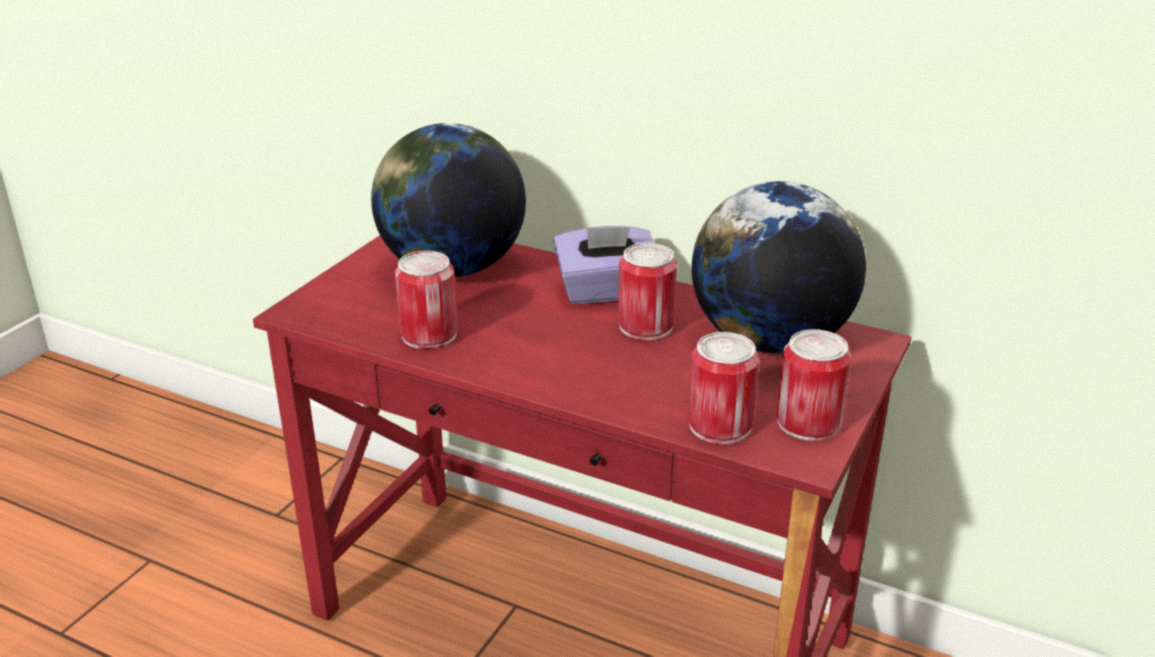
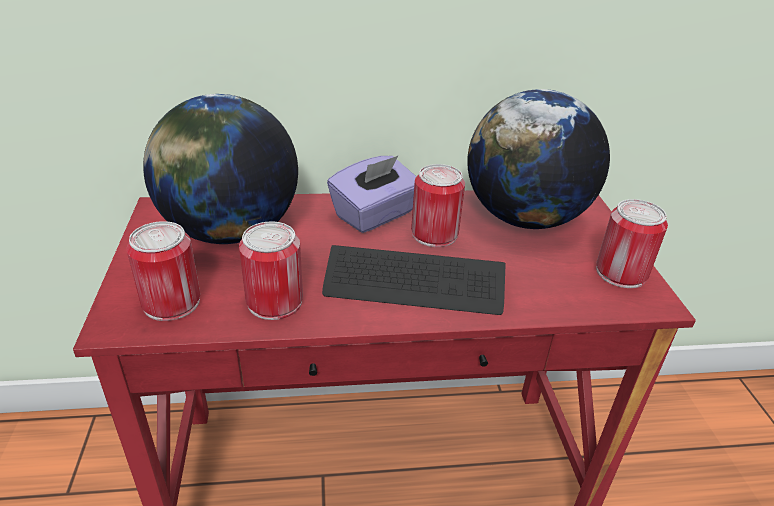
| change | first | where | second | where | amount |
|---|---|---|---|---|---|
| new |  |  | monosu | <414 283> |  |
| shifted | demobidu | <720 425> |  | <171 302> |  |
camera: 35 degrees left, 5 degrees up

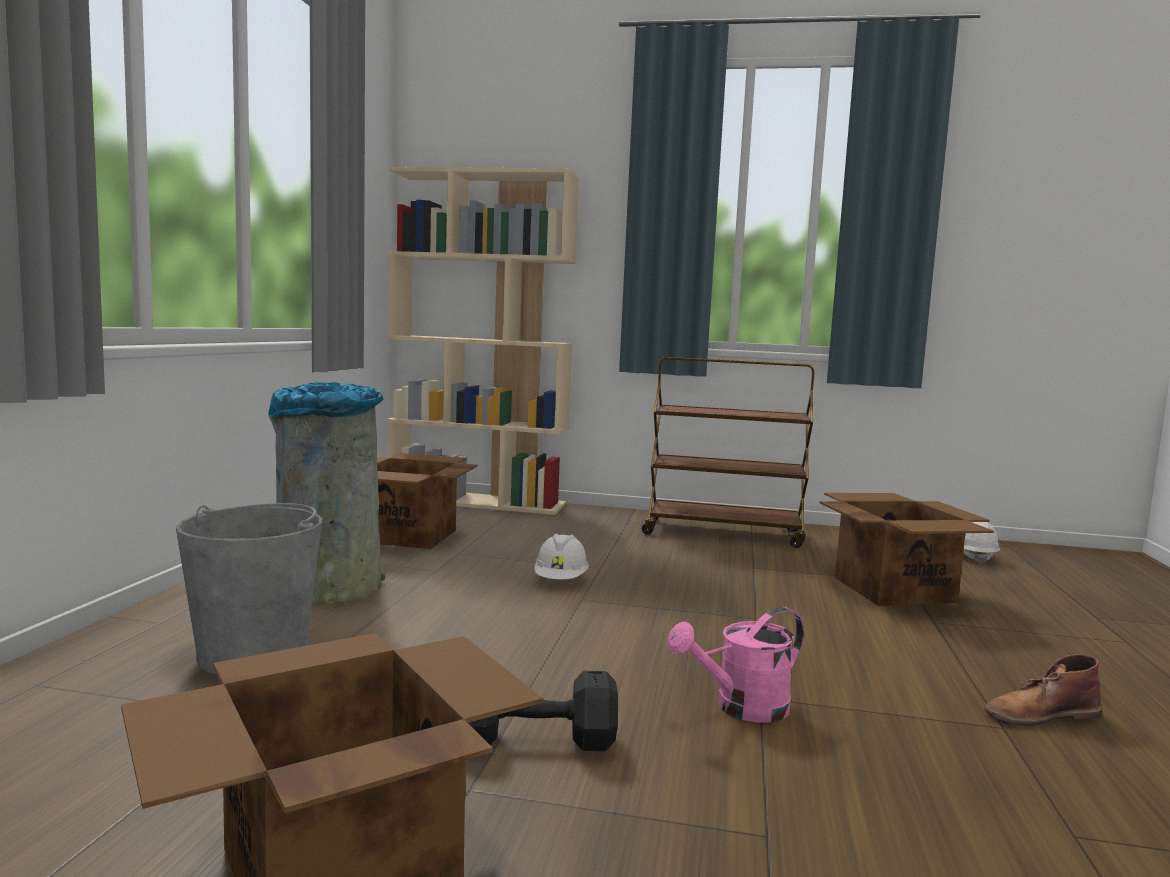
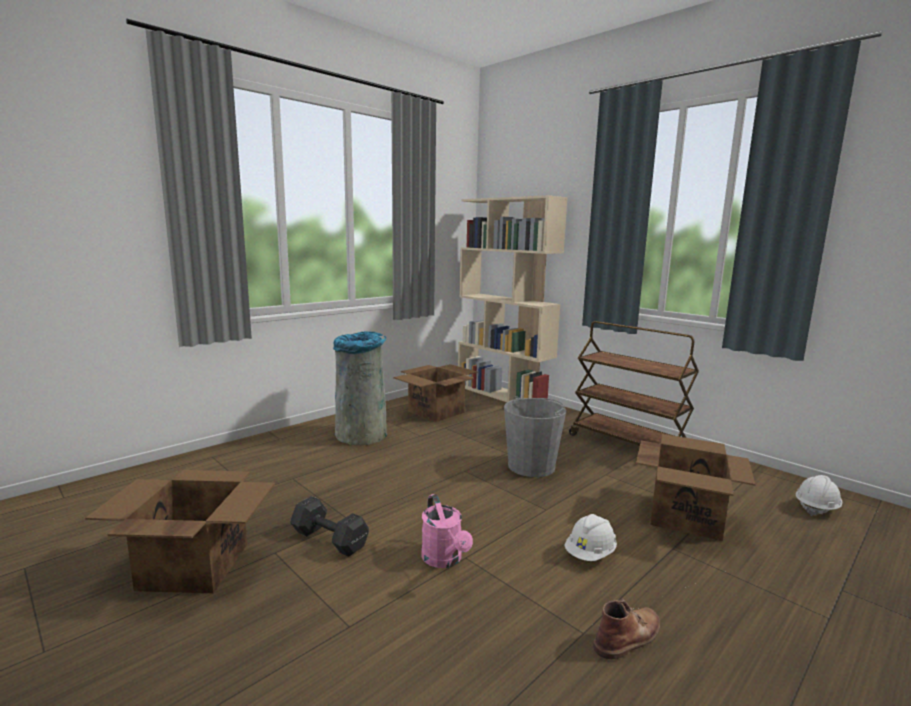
| change | first | where | second | where | amount |
|---|---|---|---|---|---|
| shifted | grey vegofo | <254 653> |  | <531 466> |  |
| shifted | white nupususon | <561 581> |  | <590 554> |  |
| rotated | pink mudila | <741 708> |  | <445 560> | 120 degrees counterclockwise |
| rotated | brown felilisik | <1040 714> |  | <628 636> | 120 degrees clockwise |
camera: 35 degrees right, 5 degrees up

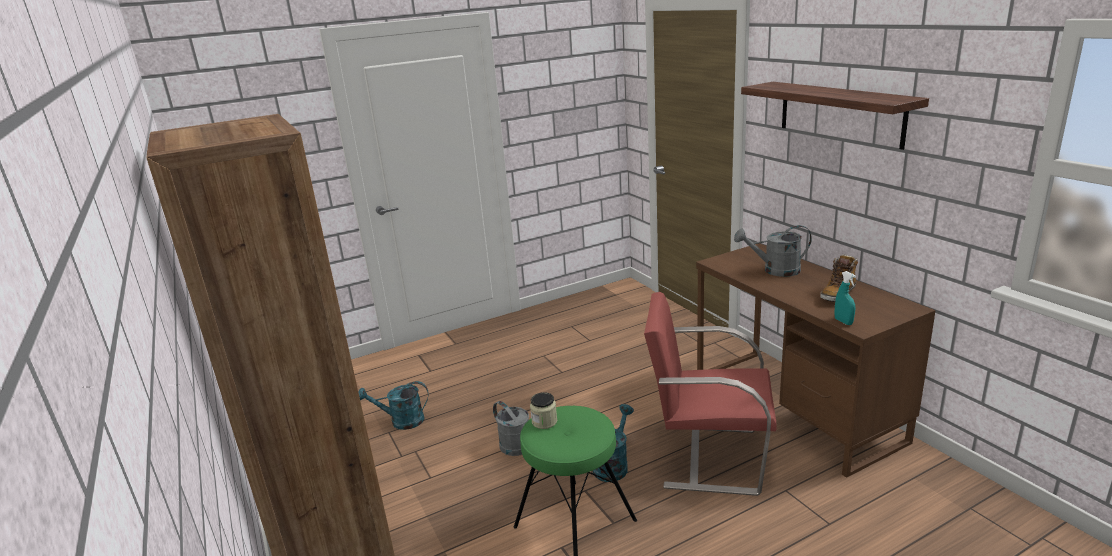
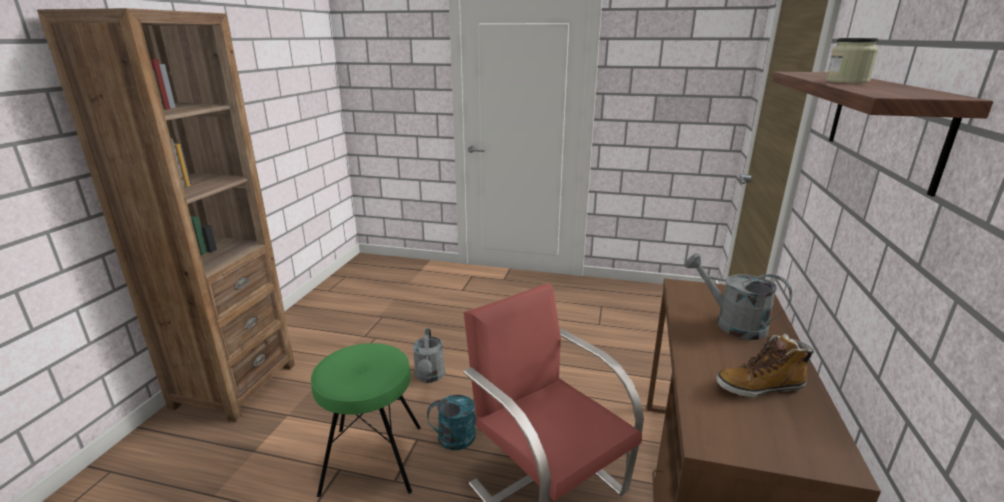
| change | first | where | second | where | amount |
|---|---|---|---|---|---|
| gone | turquoise mudila | <401 421> |  |  |  |
| gone | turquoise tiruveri | <843 322> |  |  |  |
| shifted | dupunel | <544 421> |  | <846 81> |  |
camera: 40 degrees right, 0 degrees up

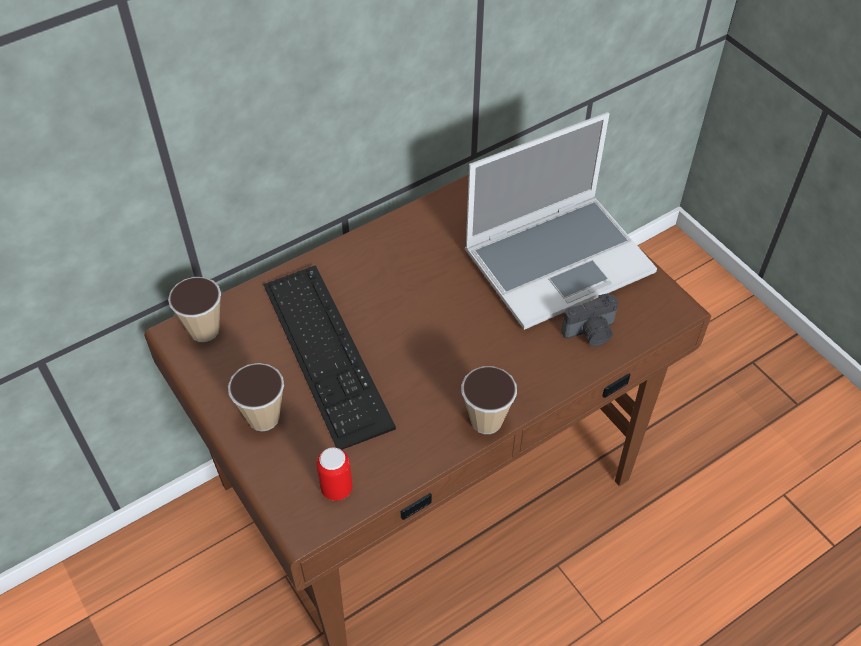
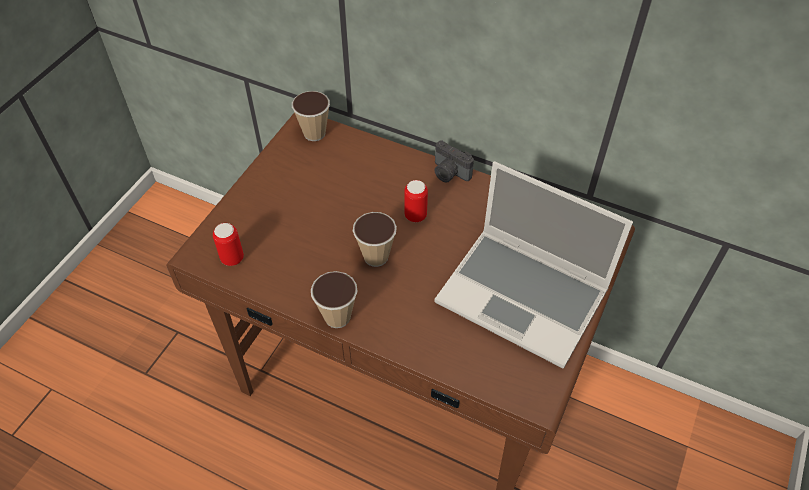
| change | first | where | second | where | amount |
|---|---|---|---|---|---|
| gone | monosu | <326 353> |  |  |  |
| new |  |  | demobidu | <415 215> |  |
| shifted | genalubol | <263 418> |  | <376 256> |  |
| shifted | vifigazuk | <591 333> |  | <449 173> |  |
camera: 60 degrees right, 0 degrees up

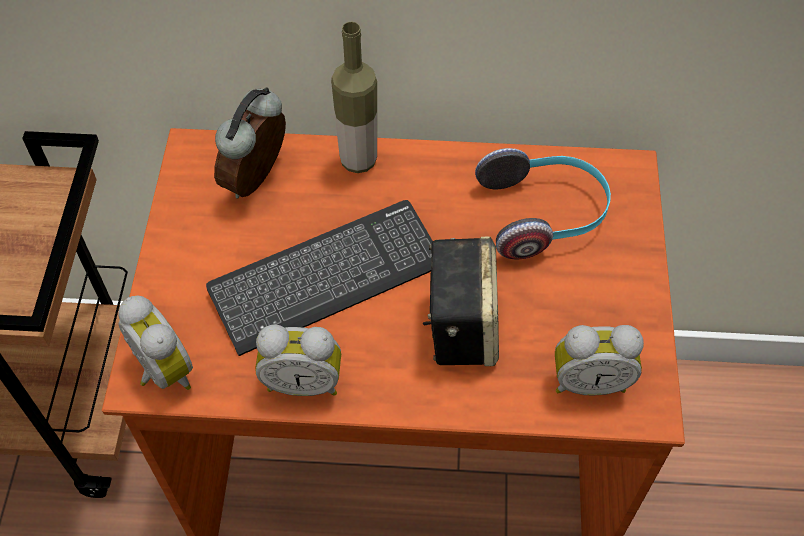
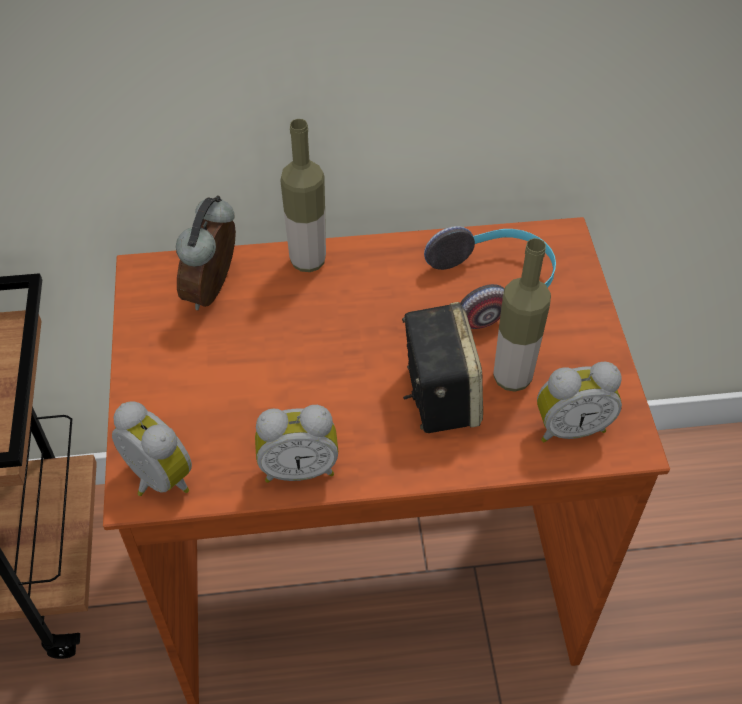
| change | first | where | second | where | amount |
|---|---|---|---|---|---|
| gone | monosu | <327 278> |  |  |  |
| new |  |  | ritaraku | <512 377> |  |
camera: 10 degrees left, 5 degrees down

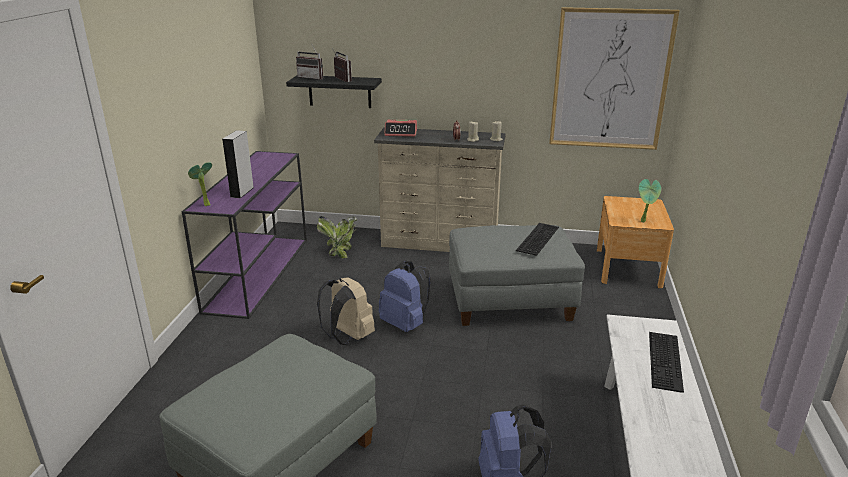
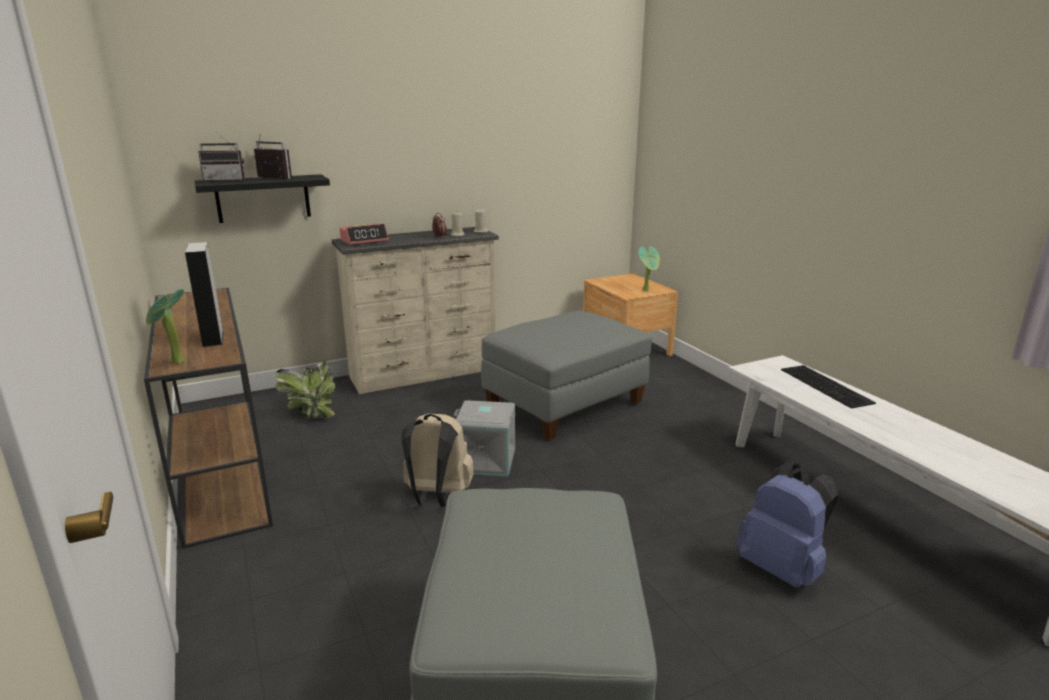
| change | first | where | second | where | amount |
|---|---|---|---|---|---|
| gone | monosu | <537 238> |  |  |  |
| gone | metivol | <610 80> |  |  |  |
| swapped | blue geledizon | <405 324> | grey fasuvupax | <486 460> |  |
| repainted | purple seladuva | <258 272> | brown seladuva | <221 468> |  |
camera: 35 degrees left, 5 degrees down

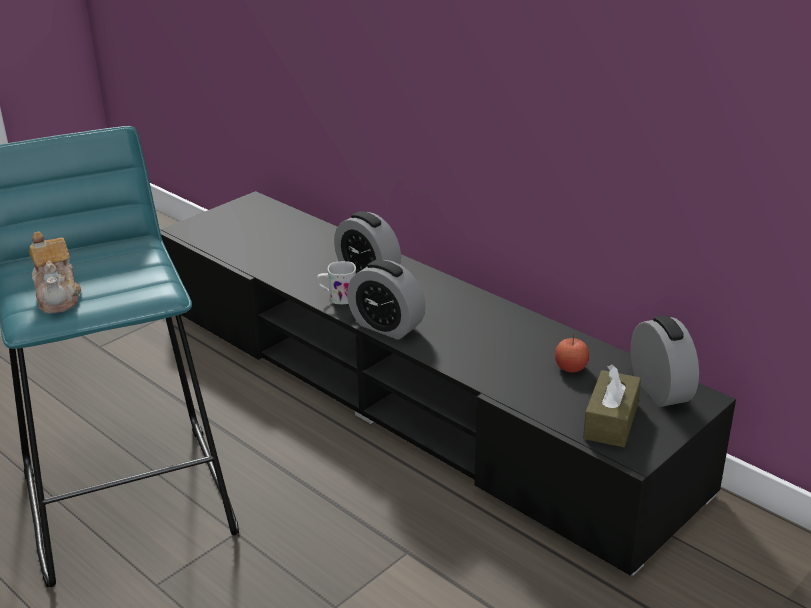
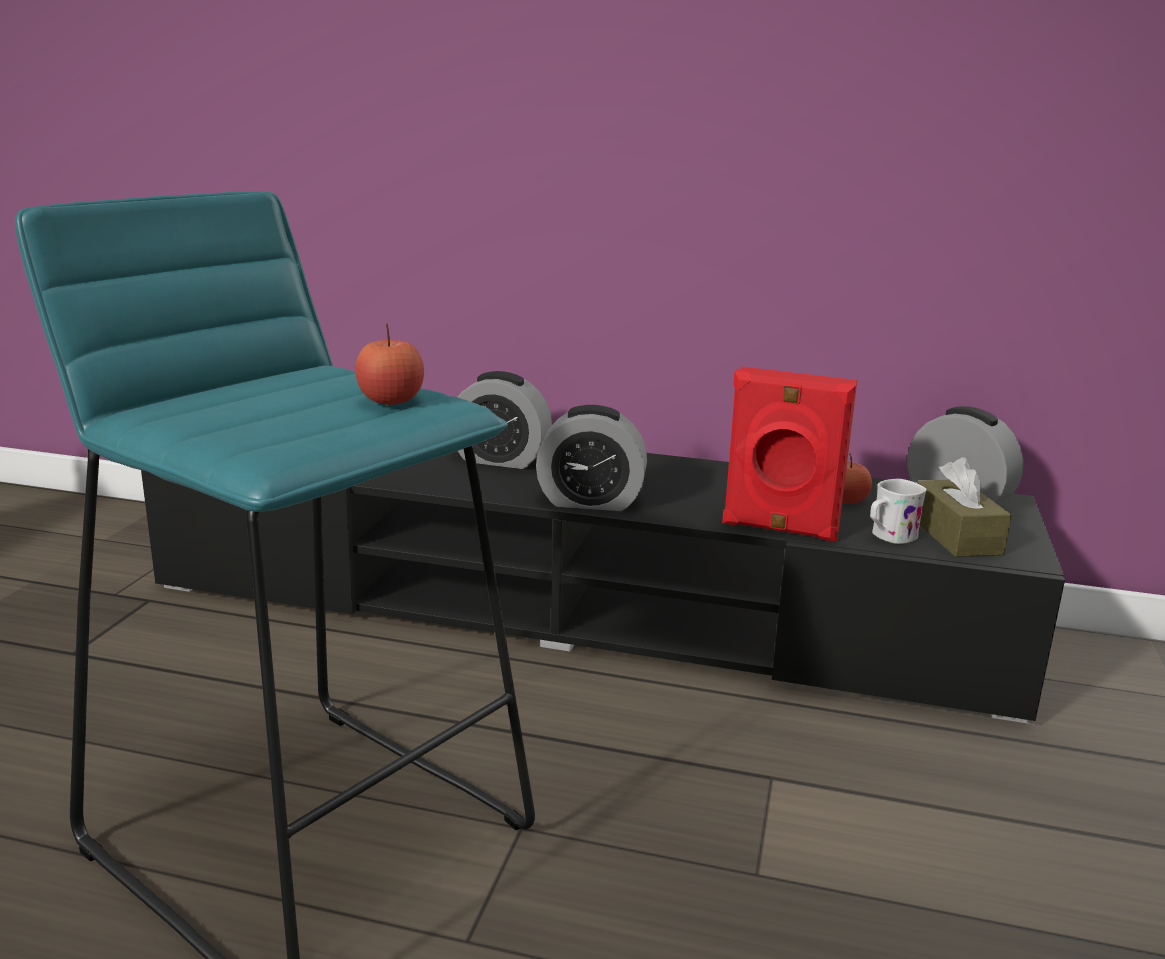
| change | first | where | second | where | amount |
|---|---|---|---|---|---|
| gone | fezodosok | <58 296> |  |  |  |
| new |  |  | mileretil | <391 401> |  |
| new |  |  | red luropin | <779 529> |  |
| shifted | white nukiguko | <337 298> |  | <889 537> |  |
camera: 30 degrees left, 10 degrees down

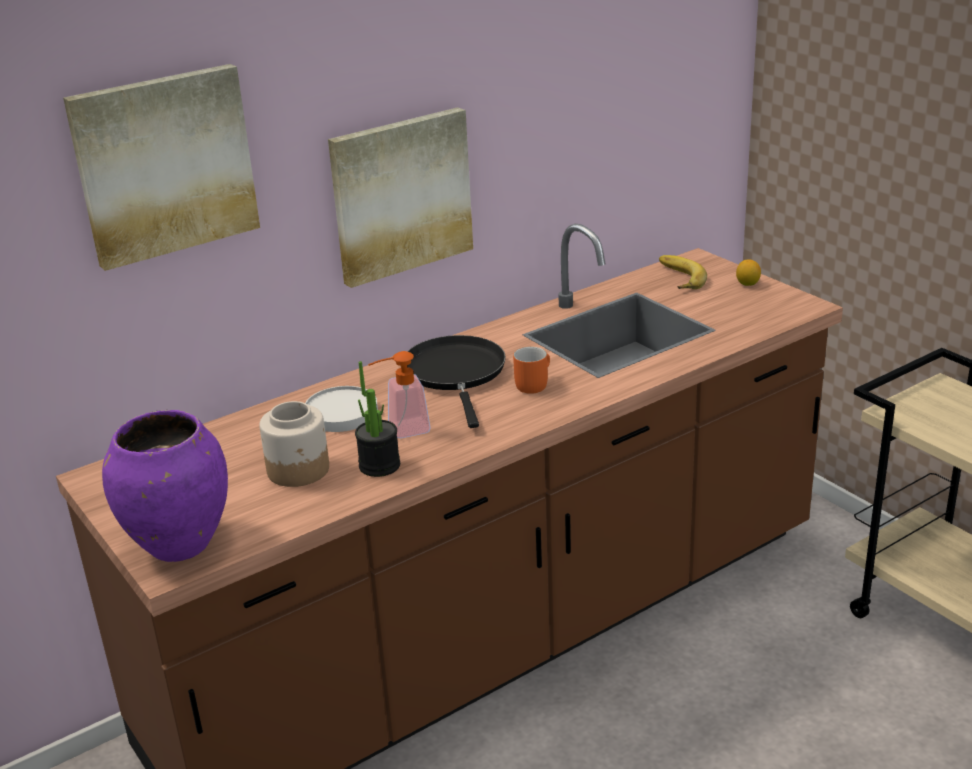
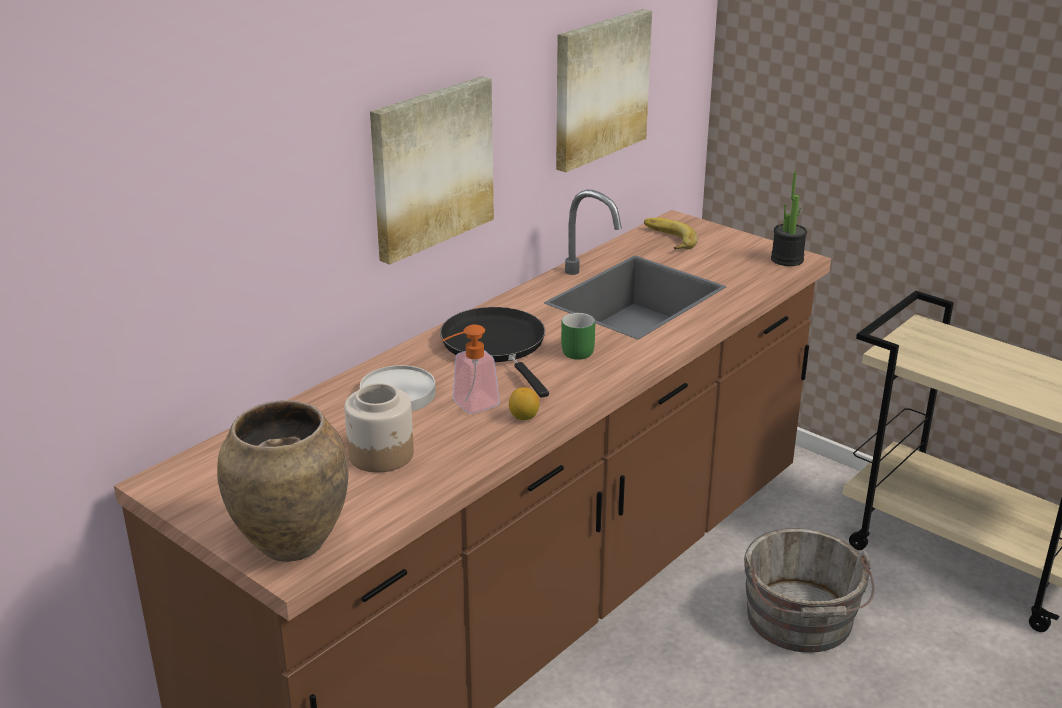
| change | first | where | second | where | amount |
|---|---|---|---|---|---|
| new |  |  | grey vegofo | <801 622> |  |
| shifted | metivol | <164 164> |  | <599 88> |  |
| shifted | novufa | <379 465> |  | <787 259> |  |
| shifted | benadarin | <747 284> |  | <524 417> |  |
| repainted | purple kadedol | <178 546> | brown kadedol | <291 544> |  |
| repainted | orange nukiguko | <532 384> | green nukiguko | <577 350> |  |
camera: 15 degrees left, 0 degrees up

